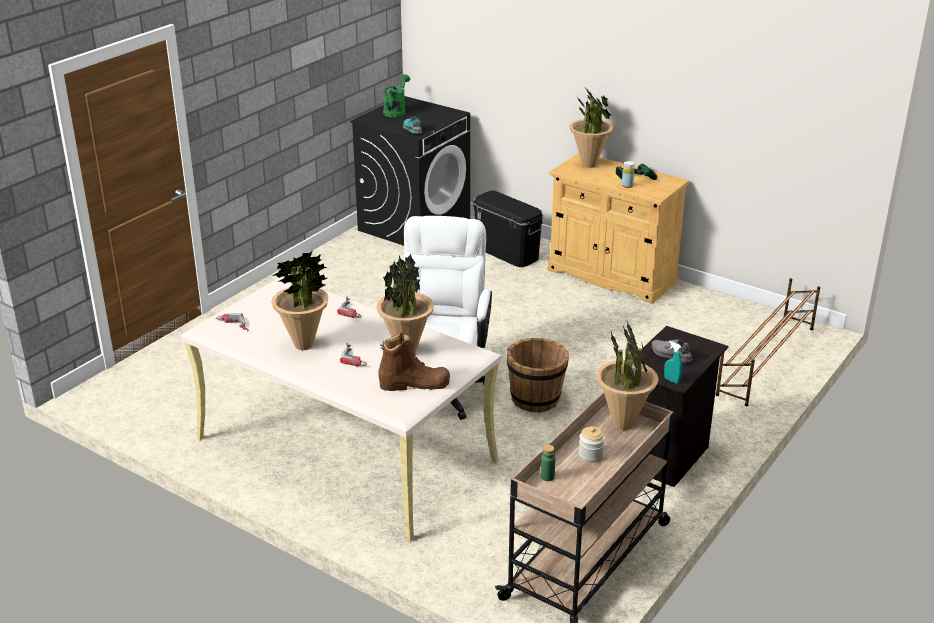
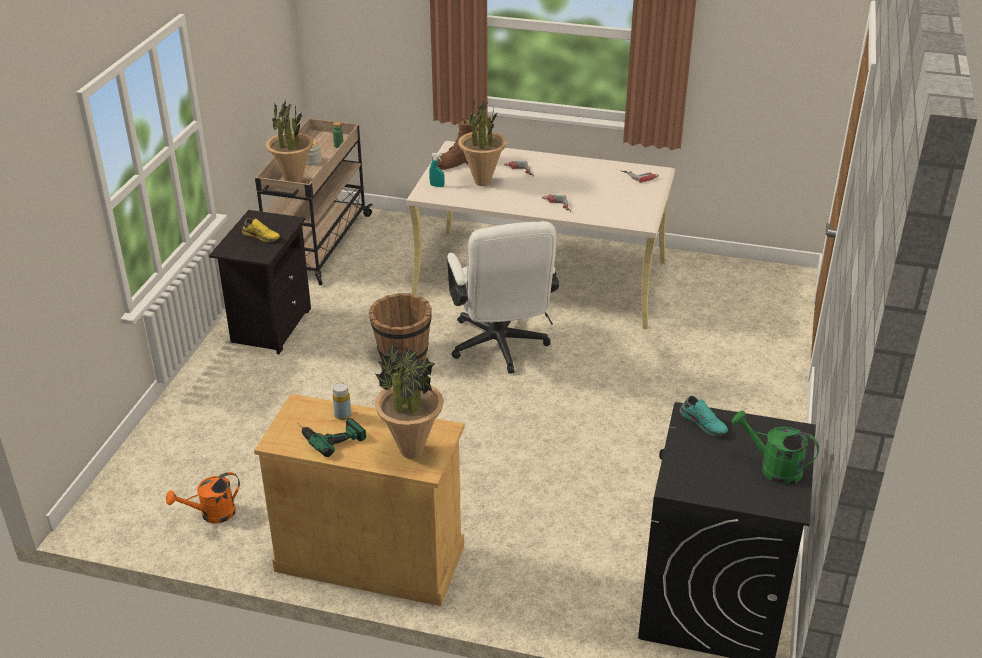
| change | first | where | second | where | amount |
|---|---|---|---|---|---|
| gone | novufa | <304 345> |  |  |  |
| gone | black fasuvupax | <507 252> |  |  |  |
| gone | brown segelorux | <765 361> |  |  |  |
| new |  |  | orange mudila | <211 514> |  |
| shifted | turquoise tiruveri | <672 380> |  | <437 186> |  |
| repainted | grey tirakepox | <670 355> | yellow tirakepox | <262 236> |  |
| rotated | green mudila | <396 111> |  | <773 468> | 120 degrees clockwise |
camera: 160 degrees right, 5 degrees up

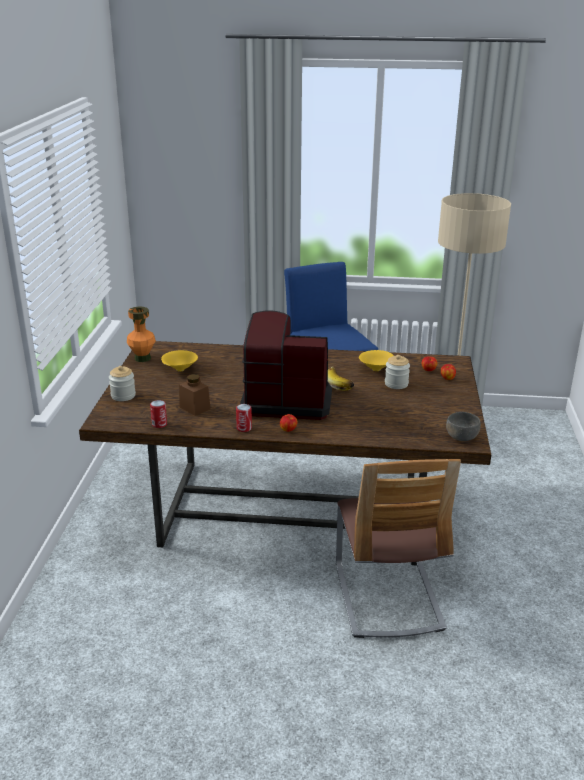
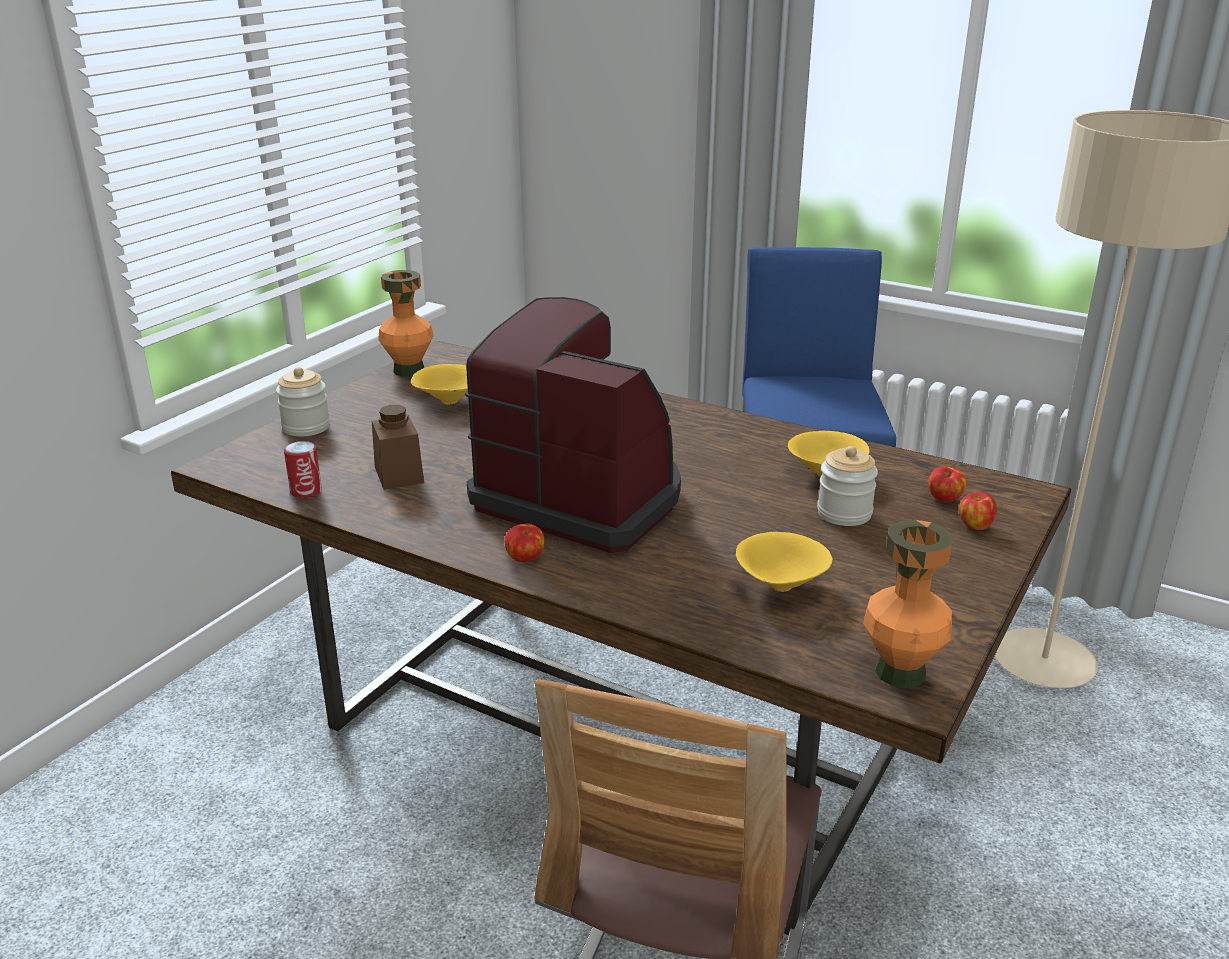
| change | first | where | second | where | amount |
|---|---|---|---|---|---|
| gone | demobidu | <244 428> |  |  |  |
| gone | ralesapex | <340 384> |  |  |  |
| new |  |  | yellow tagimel | <779 587> |  |
| swapped | grey tagimel | <461 437> | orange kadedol | <899 672> |  |
camera: 25 degrees right, 0 degrees up

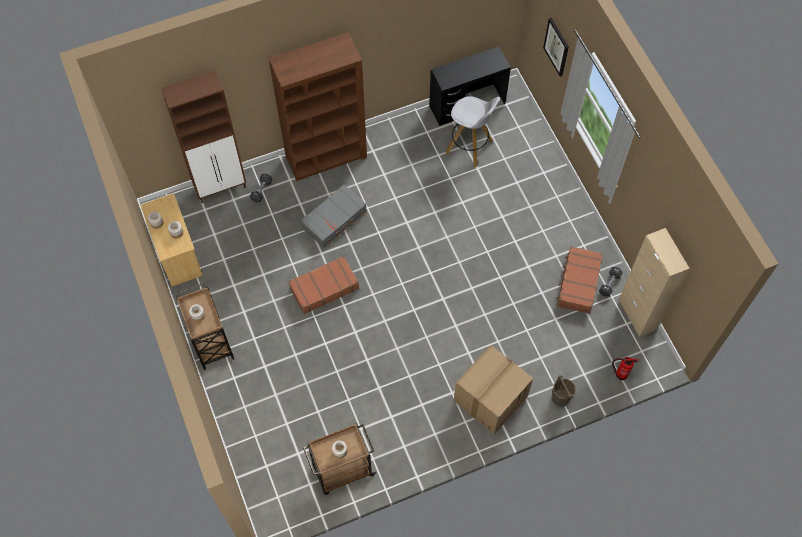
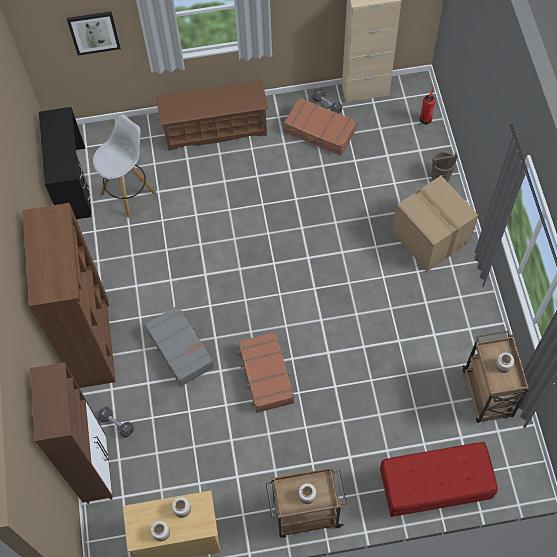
| change | first | where | second | where | amount |
|---|---|---|---|---|---|
| new |  |  | brown segelorux | <215 129> |  |
| new |  |  | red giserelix | <433 487> |  |
camera: 75 degrees left, 0 degrees up

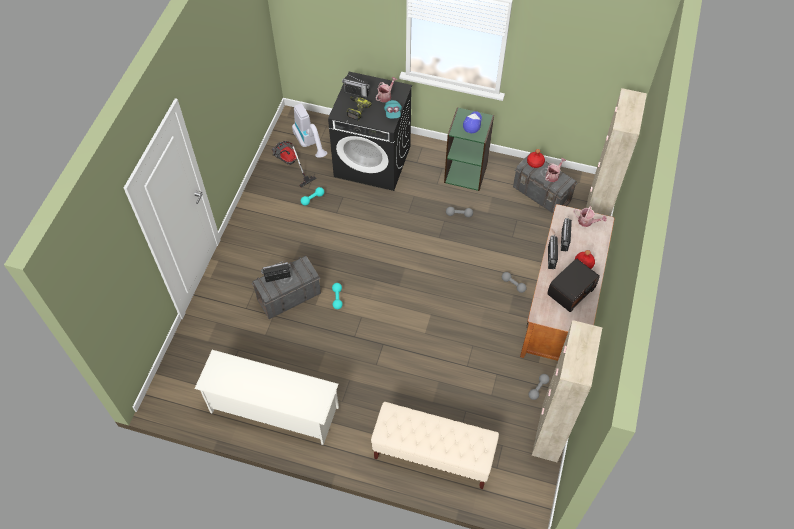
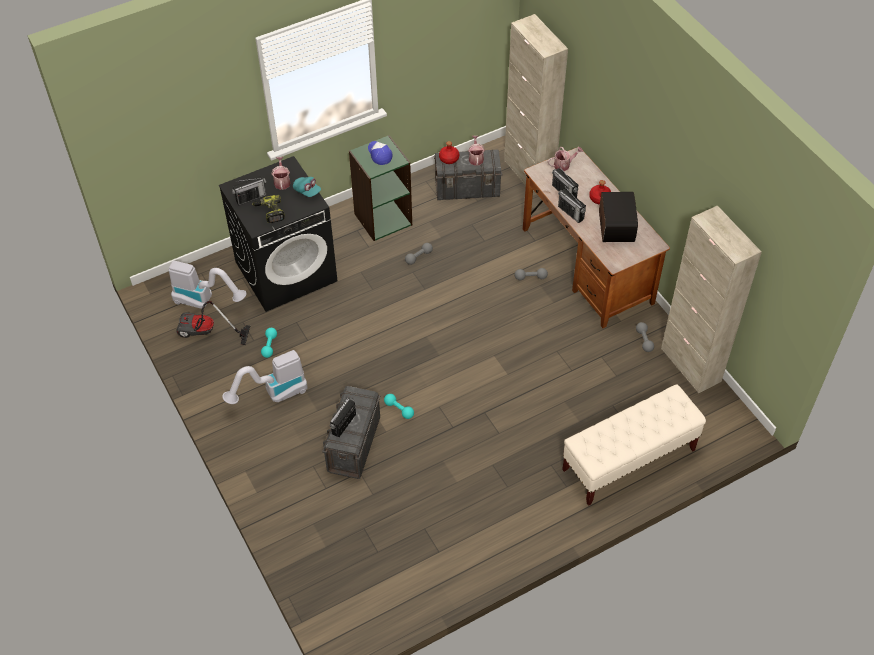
| change | first | where | second | where | amount |
|---|---|---|---|---|---|
| gone | white segelorux | <273 410> |  |  |  |
| new |  |  | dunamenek | <273 395> |  |
camera: 45 degrees left, 5 degrees down

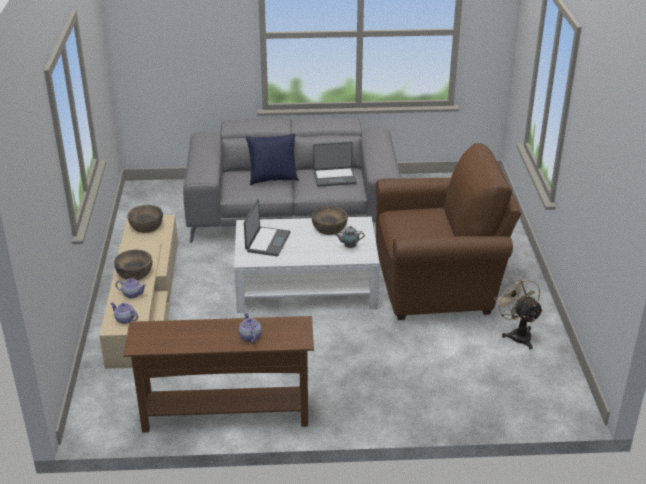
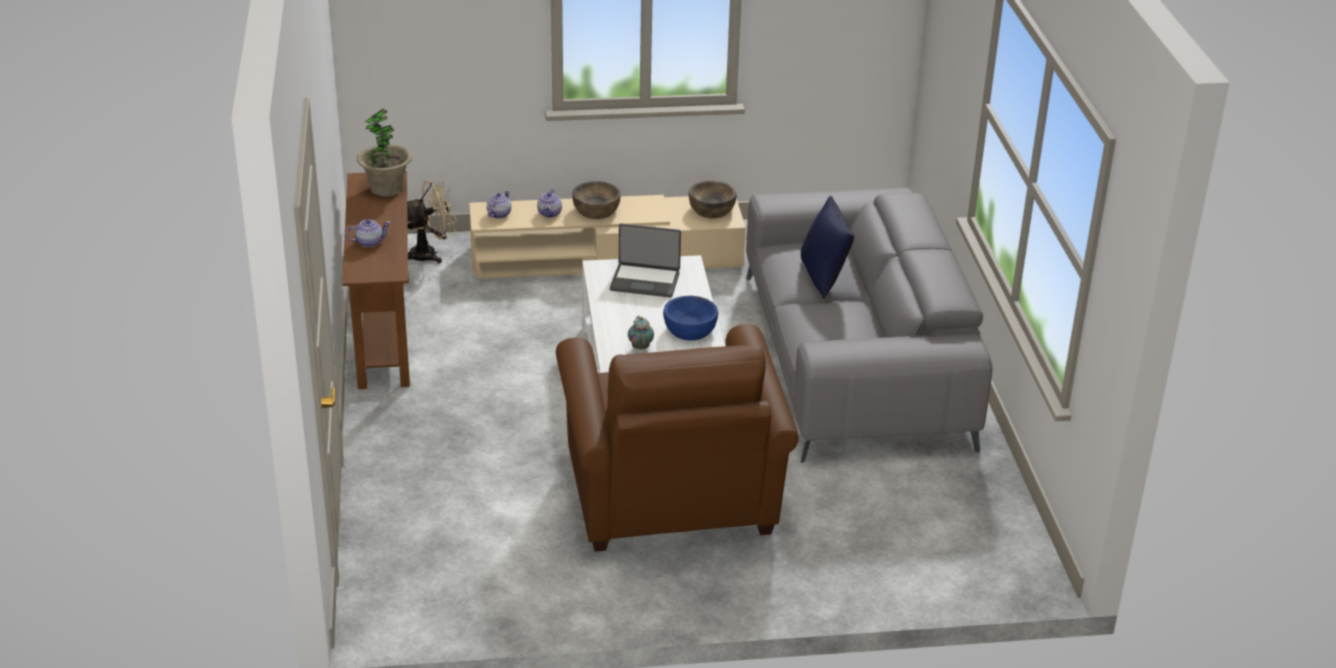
| change | first | where | second | where | amount |
|---|---|---|---|---|---|
| gone | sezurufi | <334 177> |  |  |  |
| new |  |  | novufa | <386 188> |  |
| shifted | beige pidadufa | <517 334> |  | <430 254> |  |
| repainted | brown tagimel | <329 228> | blue tagimel | <690 329> |  |
camera: 85 degrees right, 0 degrees up

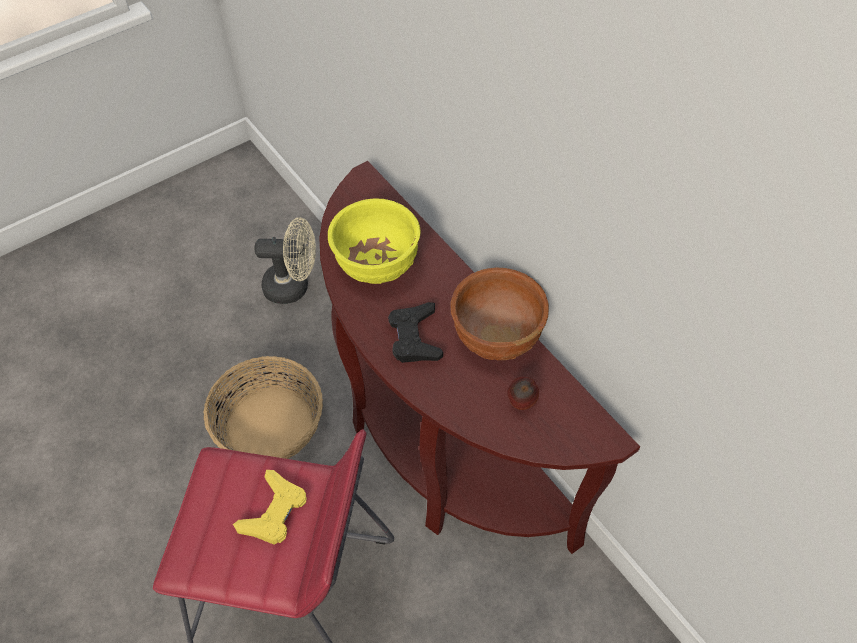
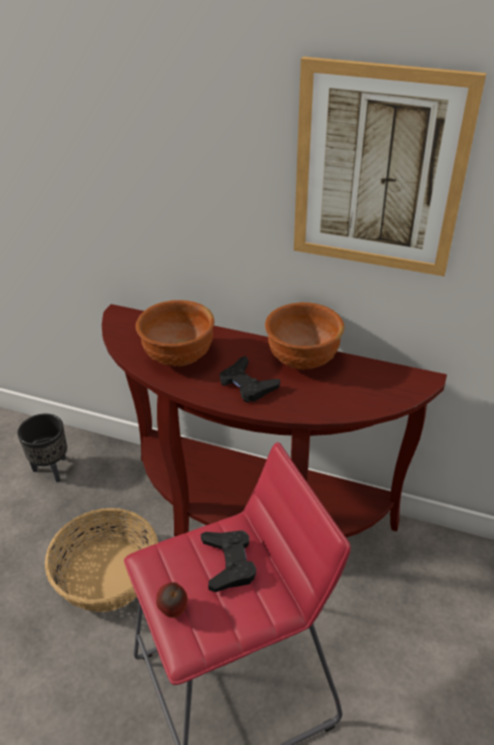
| change | first | where | second | where | amount |
|---|---|---|---|---|---|
| new |  |  | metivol | <378 171> |  |
| shifted | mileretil | <521 403> |  | <173 611> |  |
| swapped | beige pidadufa | <294 286> | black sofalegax | <51 469> |  |
| repainted | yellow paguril | <274 512> | black paguril | <229 563> |  |
| repainted | yellow tagimel | <376 265> | brown tagimel | <177 357> |  |
camera: 35 degrees left, 15 degrees down

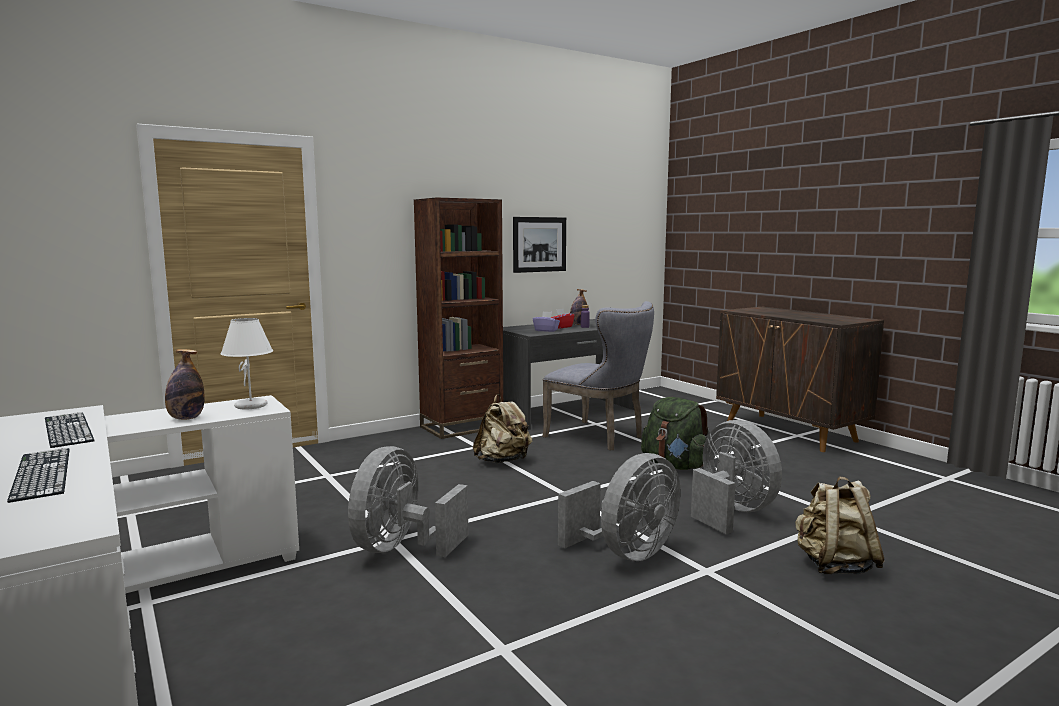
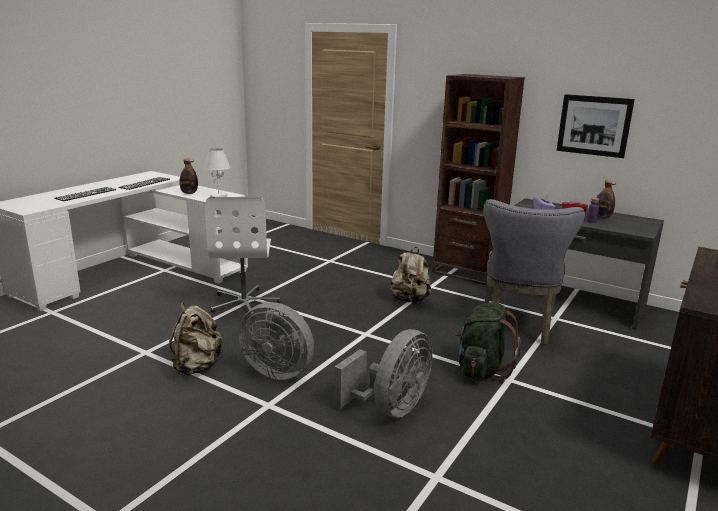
| change | first | where | second | where | amount |
|---|---|---|---|---|---|
| shifted | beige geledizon | <834 566> |  | <197 367> |  |
| swapped | grey pidadufa | <401 548> | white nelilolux | <244 303> |  |
camera: 65 degrees right, 10 degrees up

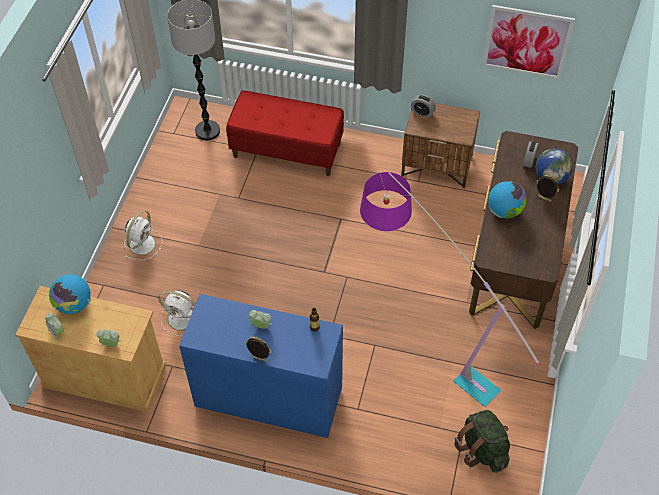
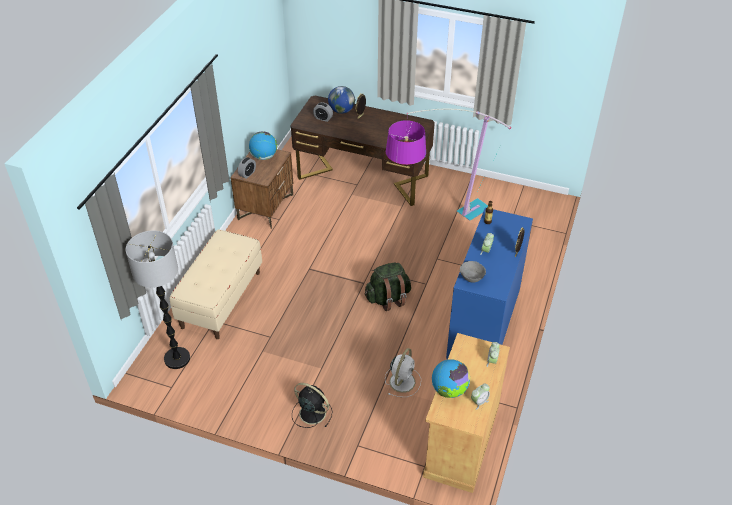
| change | first | where | second | where | amount |
|---|---|---|---|---|---|
| gone | metivol | <527 42> |  |  |  |
| new |  |  | grey tagimel | <472 277> |  |
| shifted | green geledizon | <482 449> |  | <388 298> |  |
| shifted | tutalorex | <504 211> |  | <264 157> |  |
| repainted | white pidadufa | <143 243> | black pidadufa | <311 412> |  |
| repainted | red giserelix | <287 150> | beige giserelix | <221 299> |  |
camera: 85 degrees left, 10 degrees down

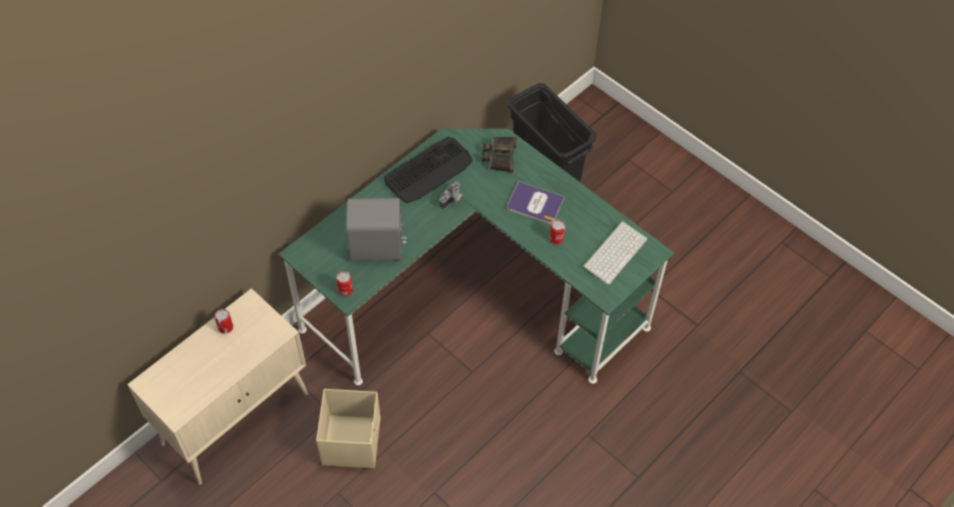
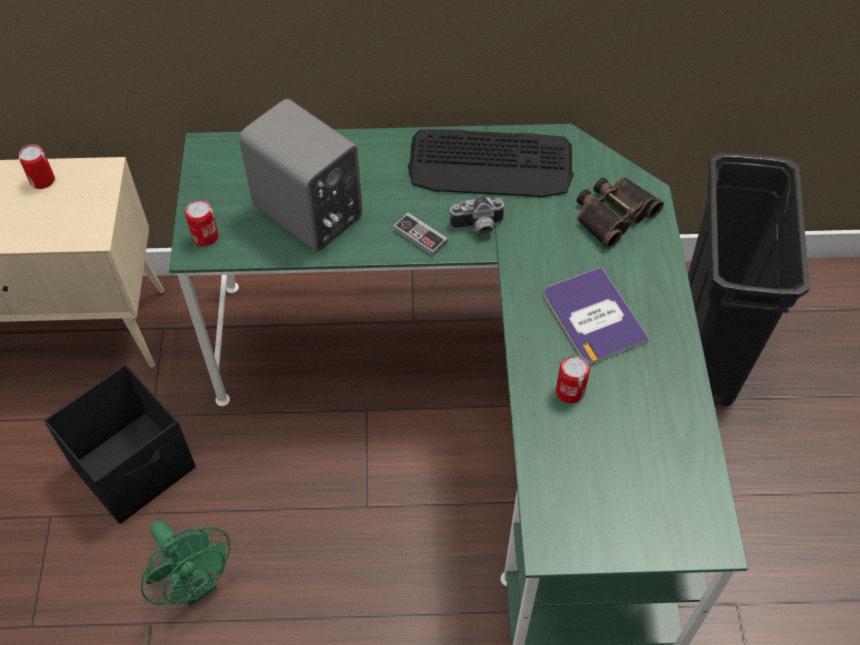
| change | first | where | second | where | amount |
|---|---|---|---|---|---|
| gone | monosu | <614 252> |  |  |  |
| new |  |  | green pidadufa | <194 584> |  |
| new |  |  | paguril | <420 236> |  |
| repainted | beige fasuvupax | <352 440> | black fasuvupax | <136 467> |  |
camera: 45 degrees right, 0 degrees up

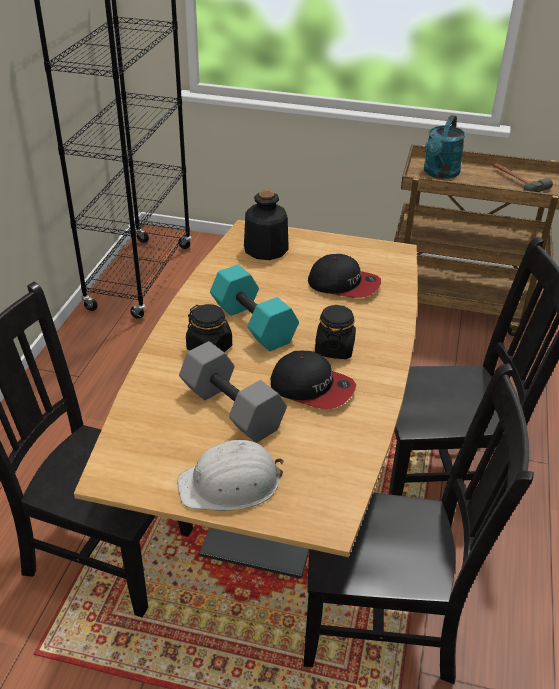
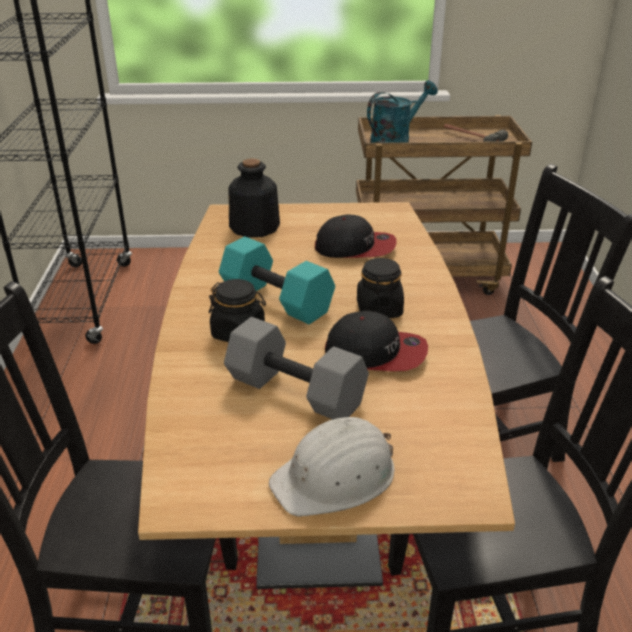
| change | first | where | second | where | amount |
|---|---|---|---|---|---|
| rotated | turquoise mudila | <439 173> |  | <395 140> | 135 degrees counterclockwise |
camera: 15 degrees left, 5 degrees down

